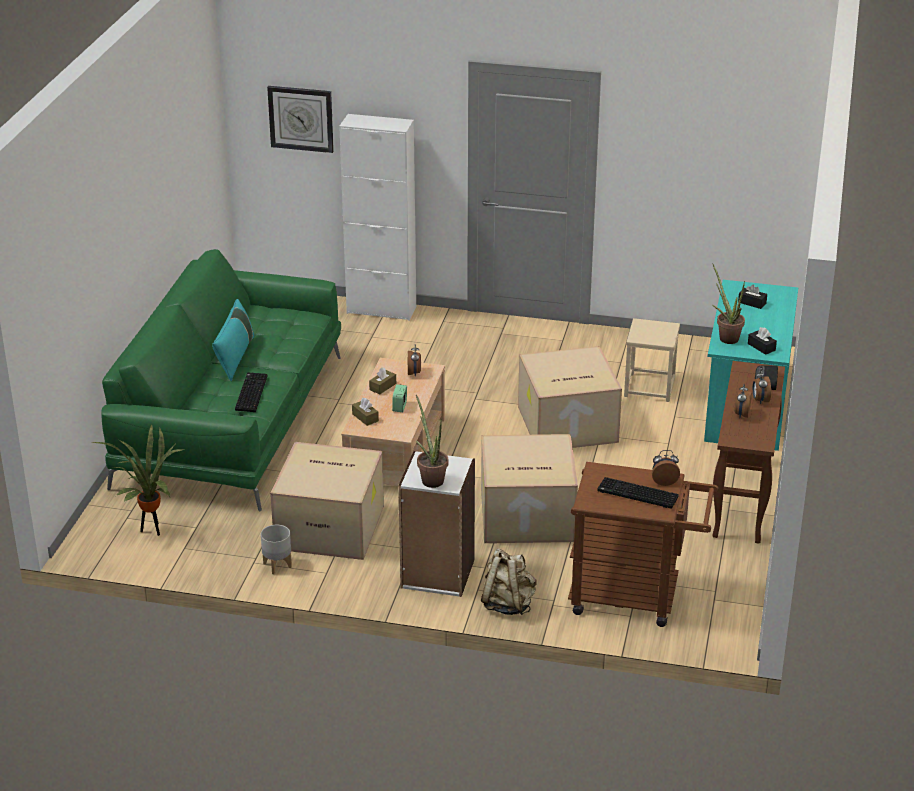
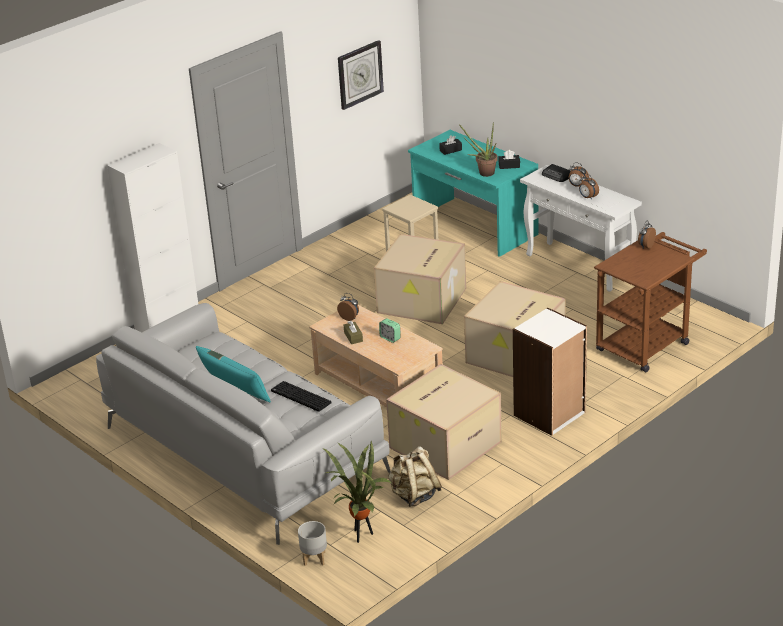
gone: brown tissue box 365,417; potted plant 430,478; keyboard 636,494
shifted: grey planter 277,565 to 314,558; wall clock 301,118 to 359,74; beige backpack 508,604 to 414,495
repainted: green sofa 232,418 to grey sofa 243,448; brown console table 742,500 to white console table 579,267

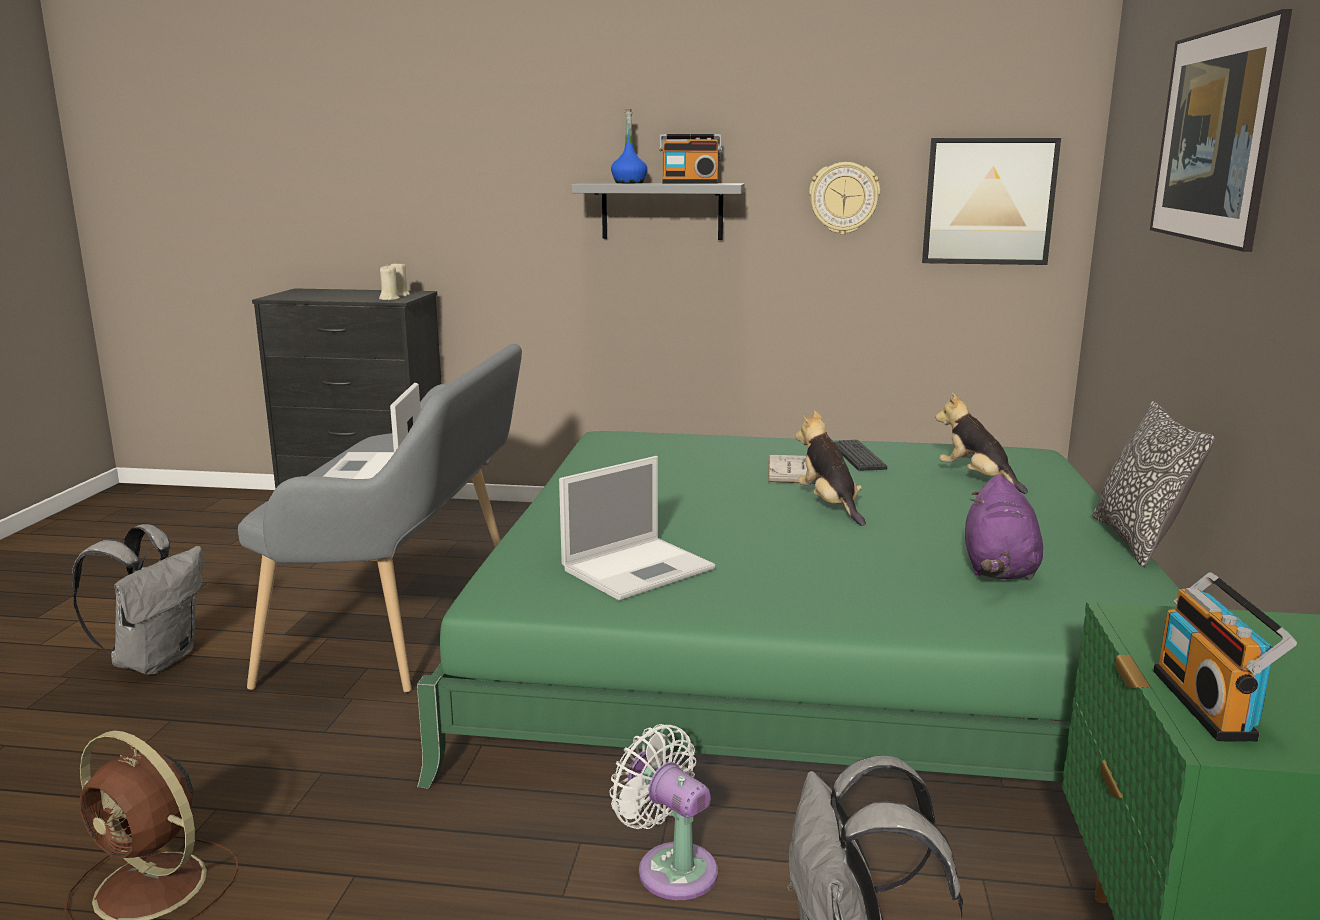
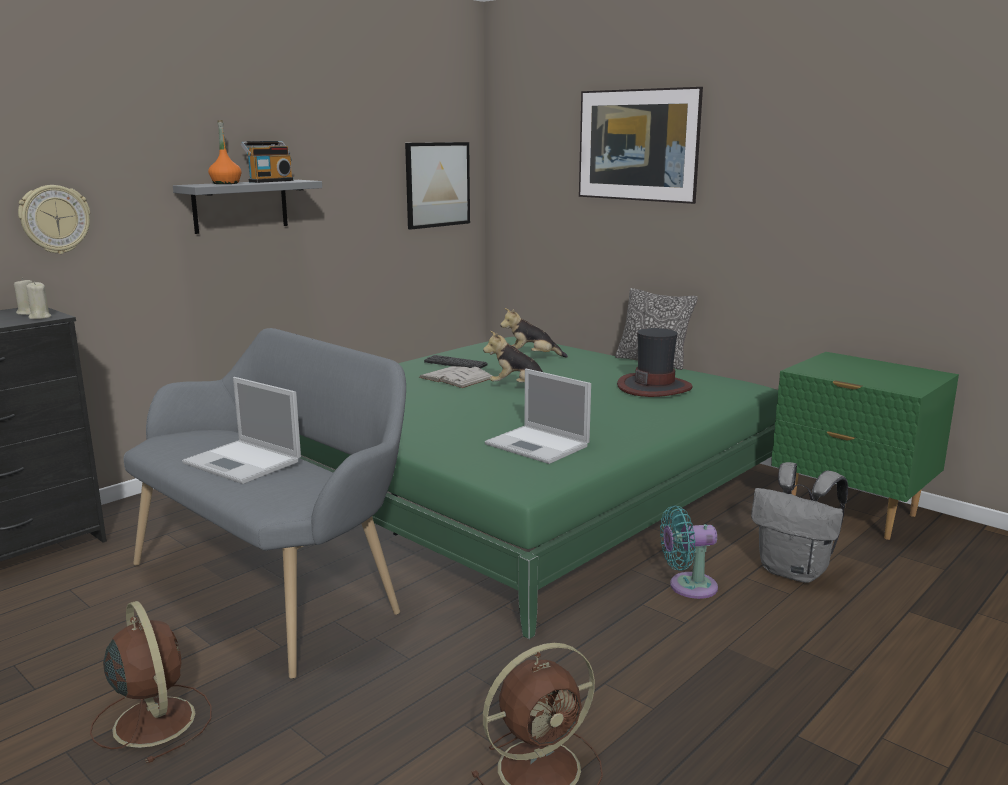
gone: radio 1209,705
shifted: wall clock 844,198 to 54,219
swapped: grey backpack 155,660 to brown fan 153,719; purple plush toy 999,569 to hat 654,387
repainted: white fan 671,867 to turquoise fan 688,586; blue bottle 629,183 to orange bottle 225,183
rotated: laptop 640,568 = 539,445 135 degrees clockwise

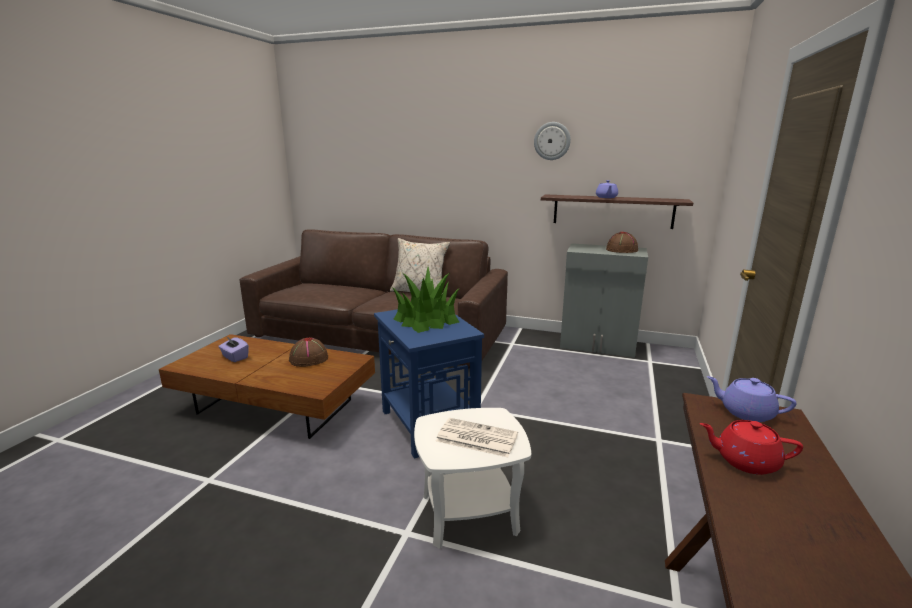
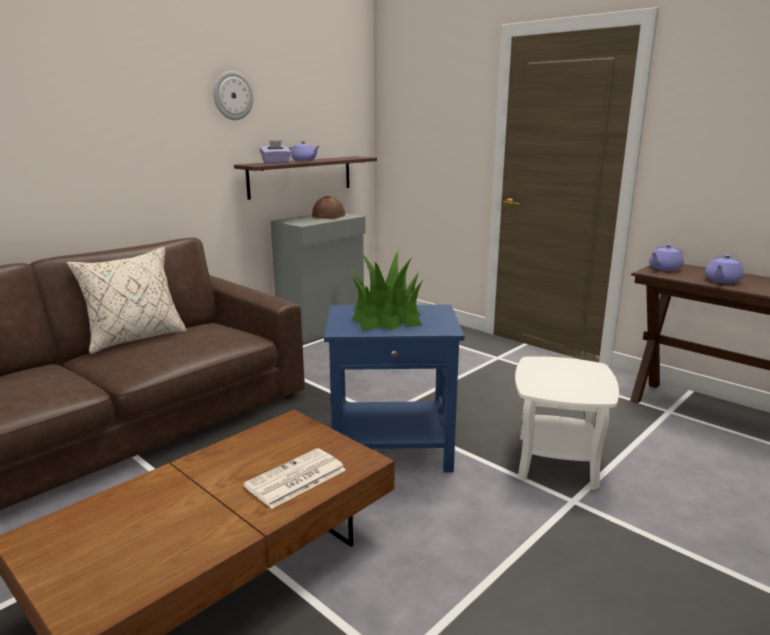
gone: brown hat 308,359
shifted: purple tissue box 235,357 to 276,163; newspaper 475,438 to 295,479
repainted: red teapot 745,461 to purple teapot 722,281

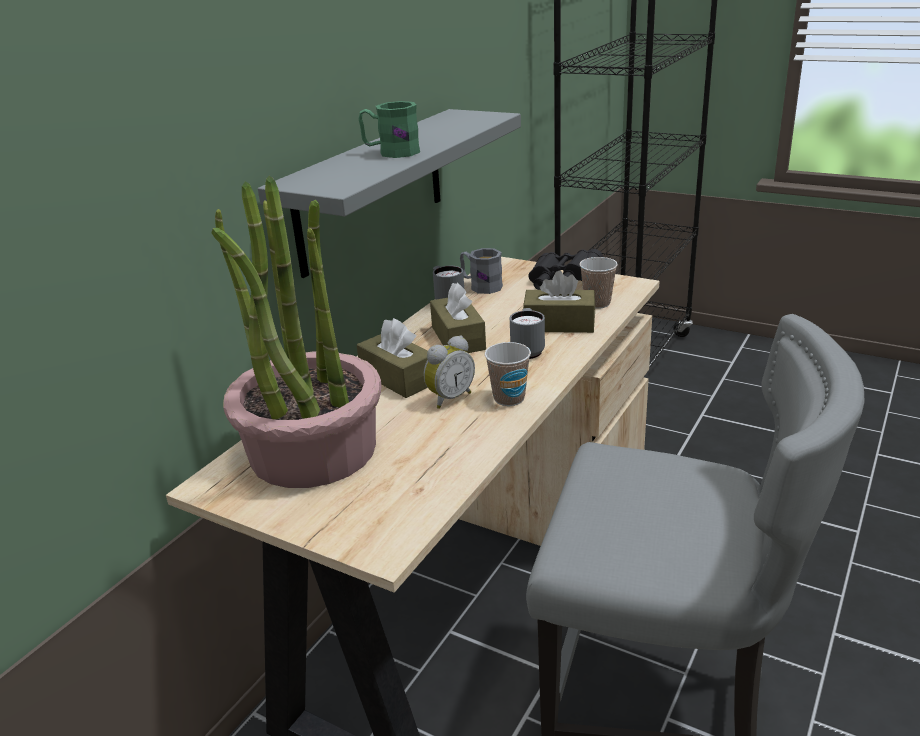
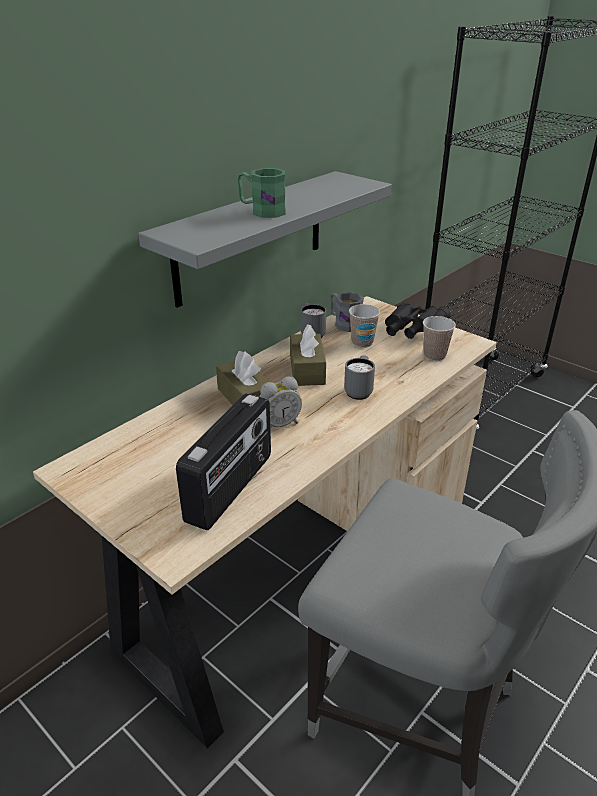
gone: potted plant 312,451; brown tissue box 559,324
new: radio 231,488
shifted: cup 509,398 to 362,343

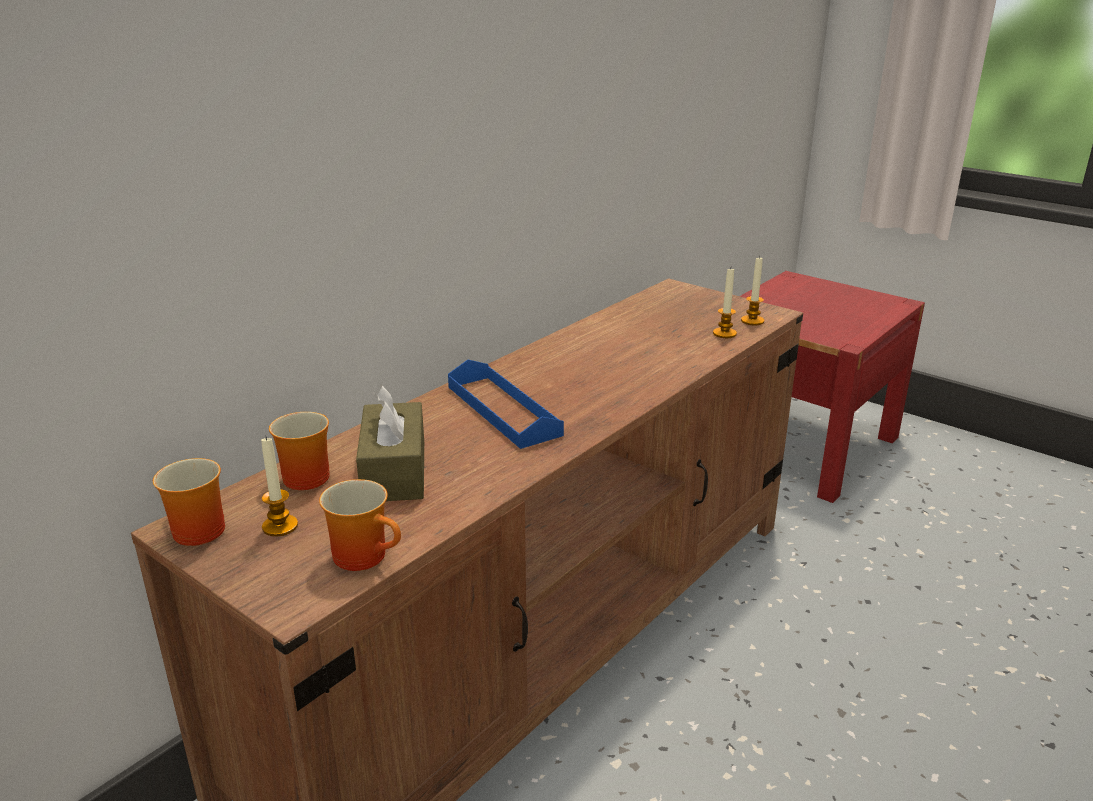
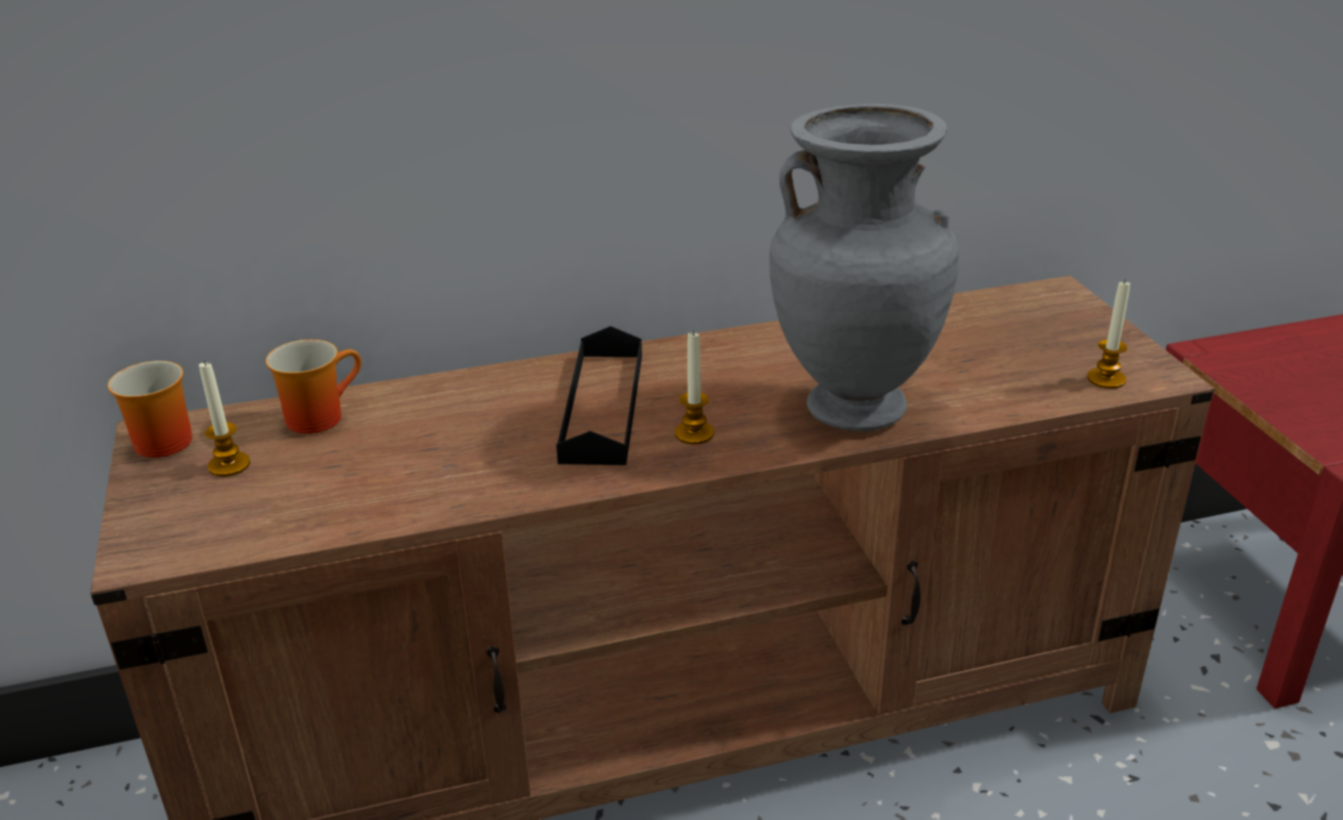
gone: mug 367,555; brown tissue box 394,471
new: grey vase 854,408
shifted: candle 724,333 to 694,434
repainted: blue tray 503,410 to black tray 602,406

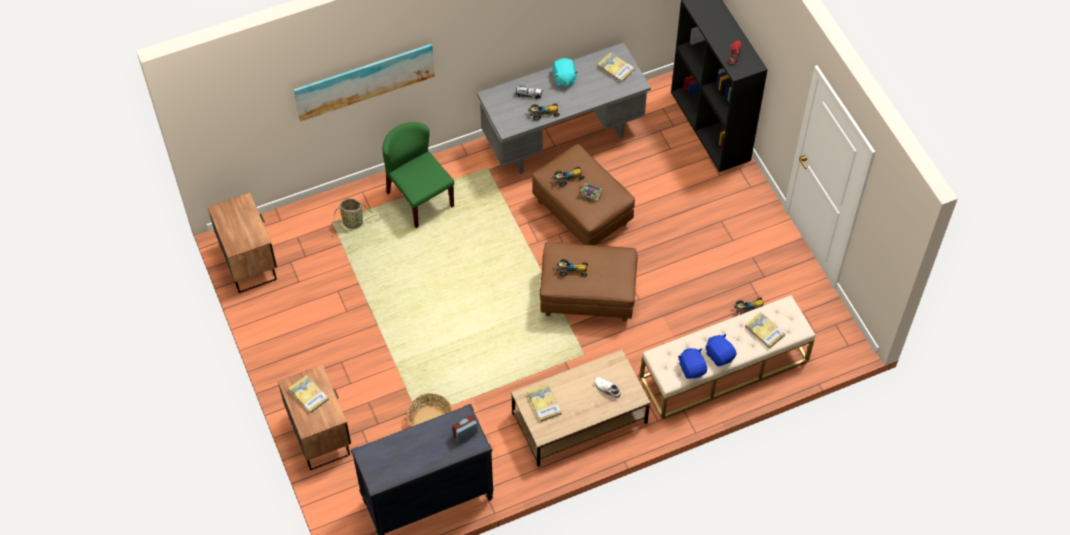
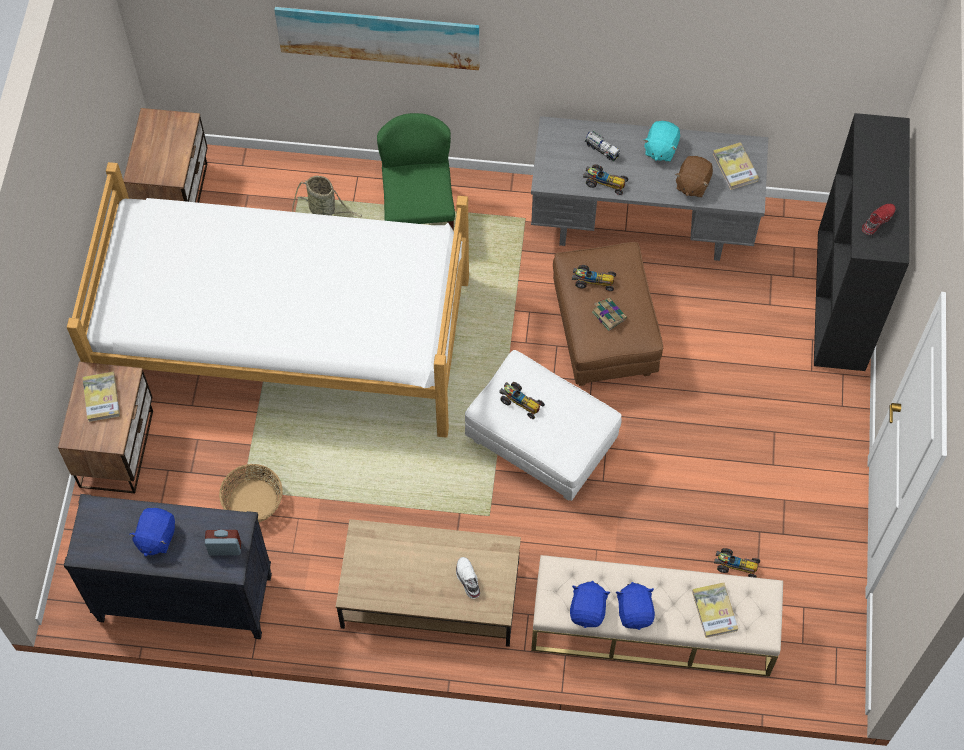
gone: book 544,404
new: bed 286,337; blue plush toy 156,537; brown plush toy 692,184
repainted: brown ottoman 587,296 to white ottoman 541,444

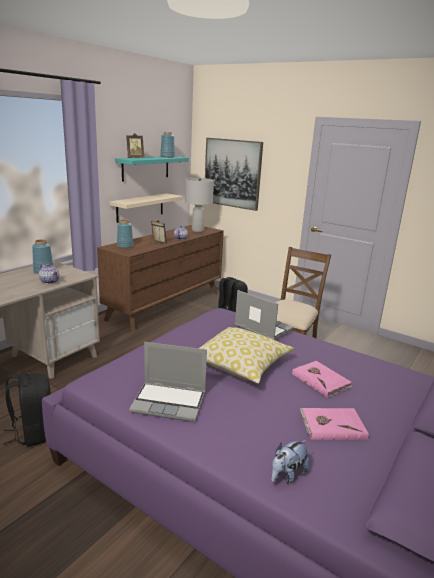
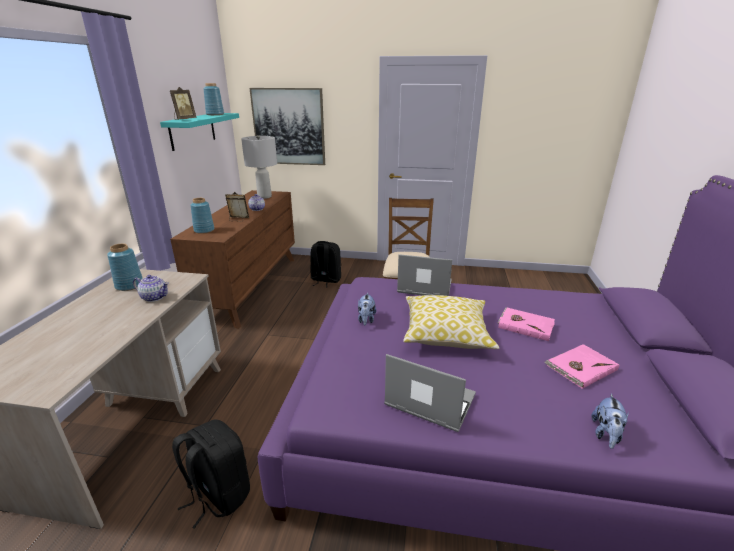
gone: beige shelf 140,207
new: plush toy 366,320
rotated: laptop 170,402 = 428,401 135 degrees counterclockwise

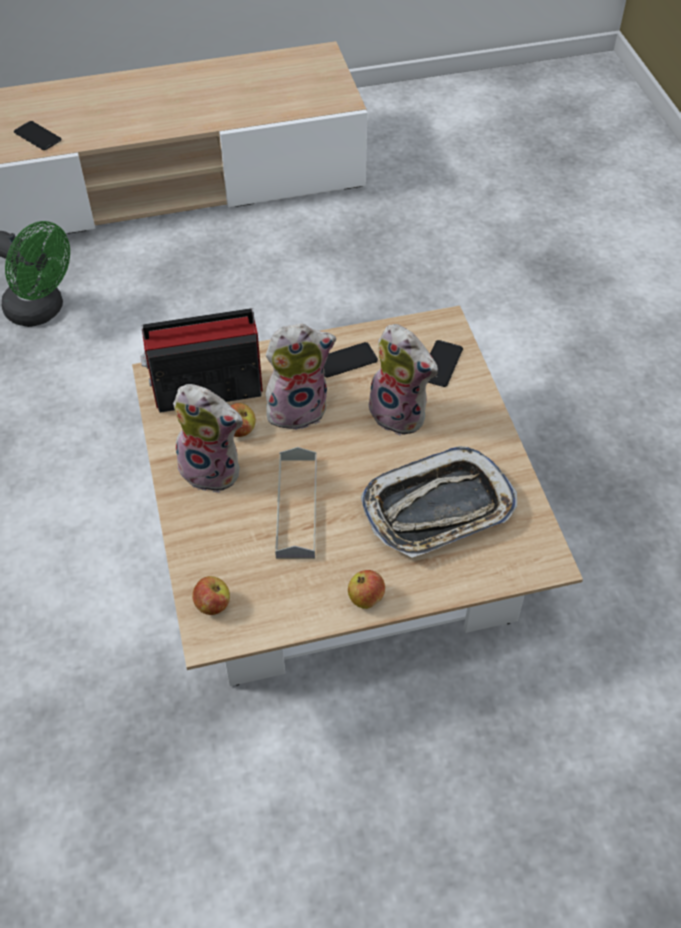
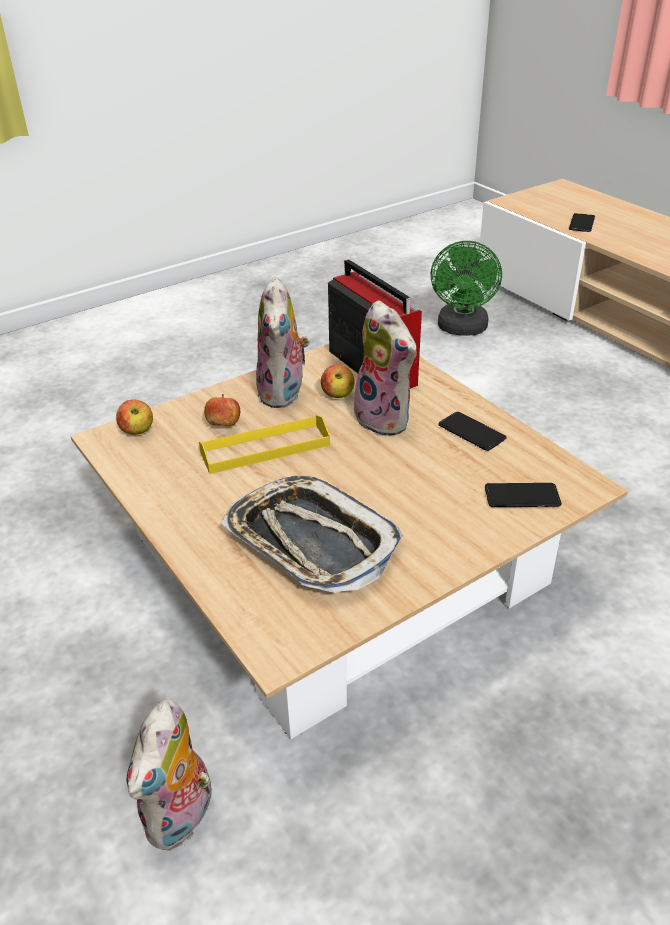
shifted: apple 366,598 to 224,425; plush toy 401,413 to 182,818
repainted: grey tray 296,507 to yellow tray 265,448

